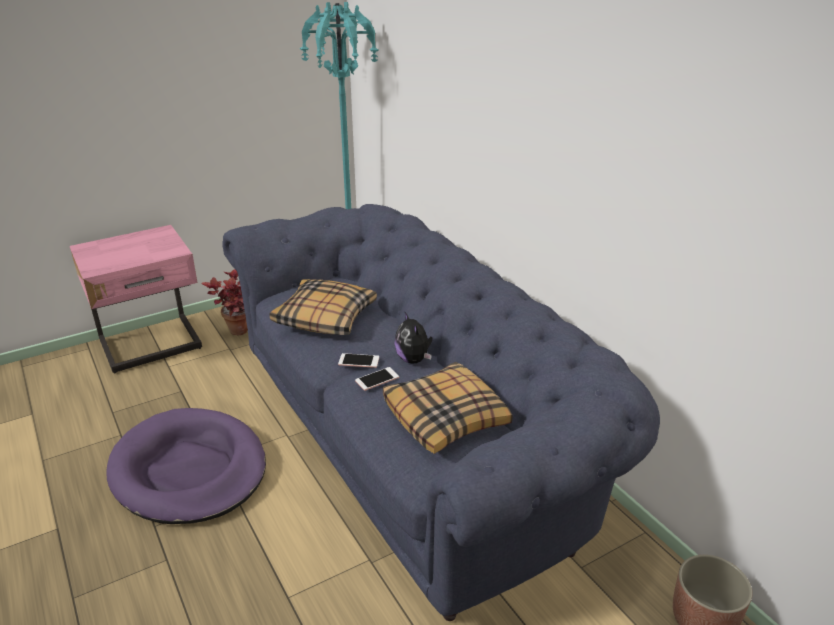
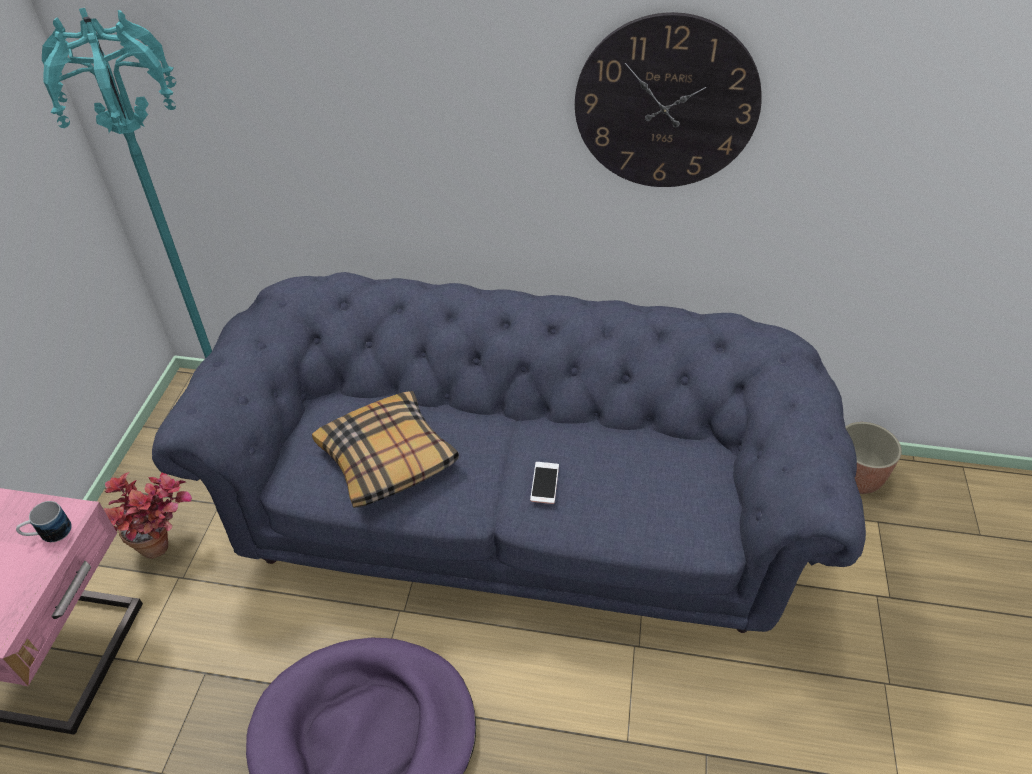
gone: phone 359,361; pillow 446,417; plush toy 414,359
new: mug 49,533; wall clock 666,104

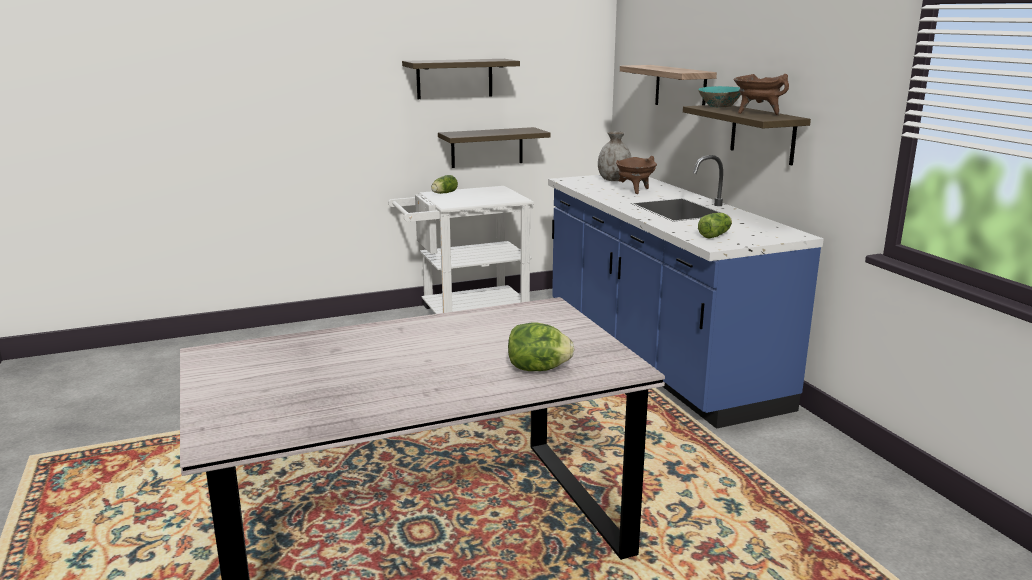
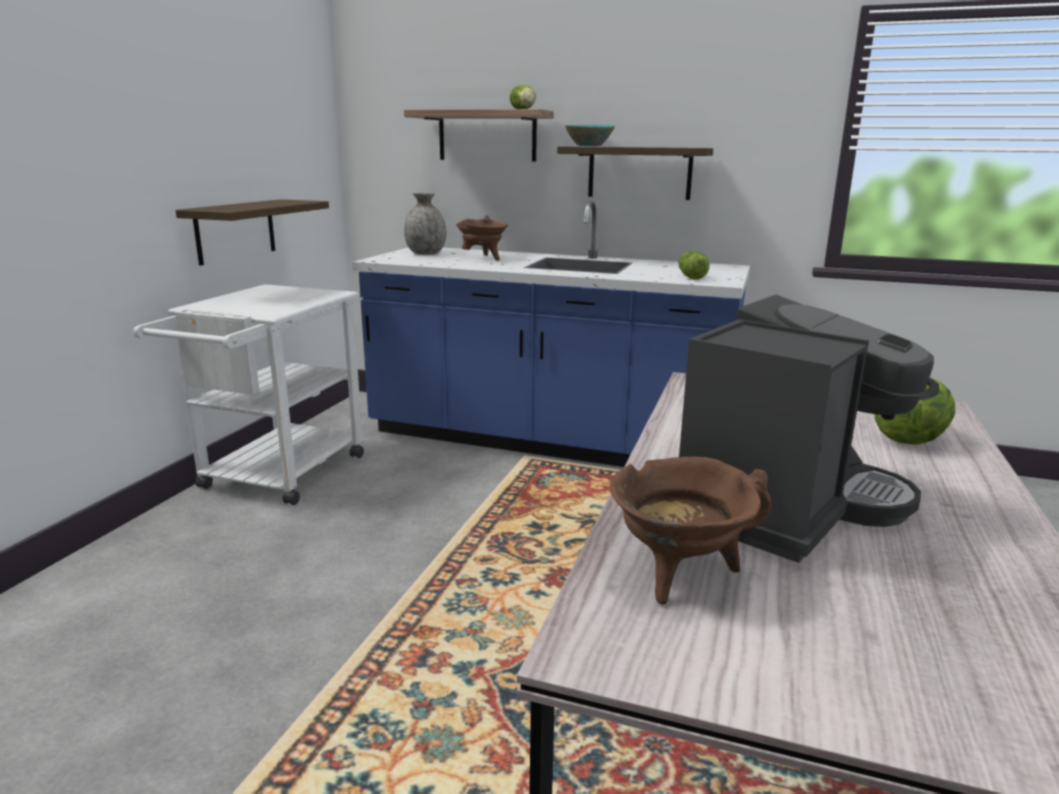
gone: shelf 454,78
new: coffee machine 784,504
shifted: lettuce 443,193 to 524,109; brown cooking pot 757,113 to 679,574

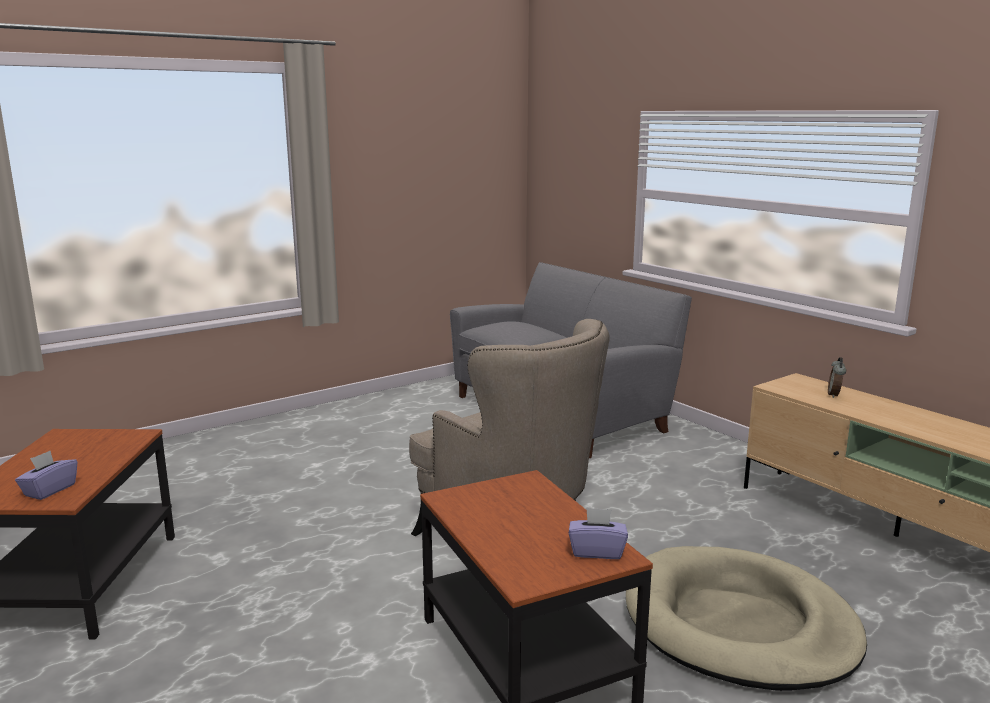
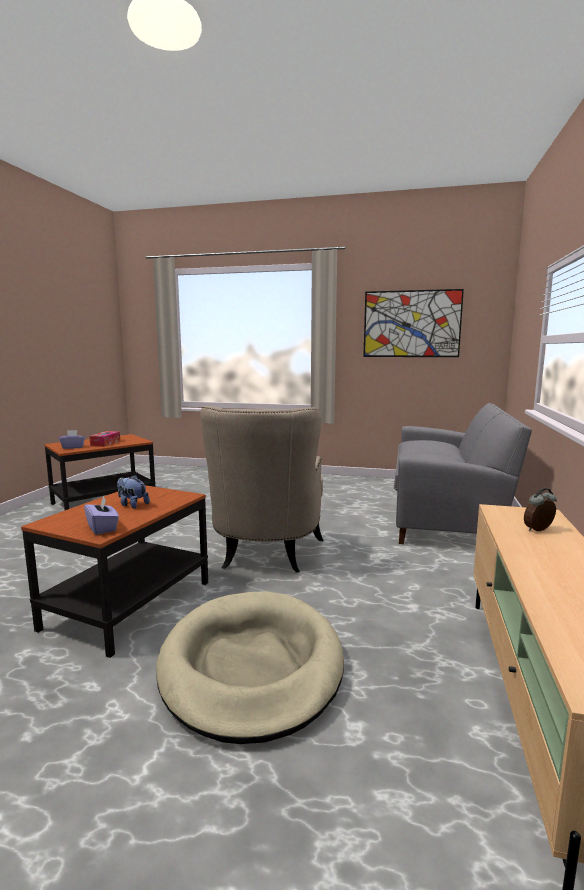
new: tissue box 105,443; plush toy 132,505; picture 411,324

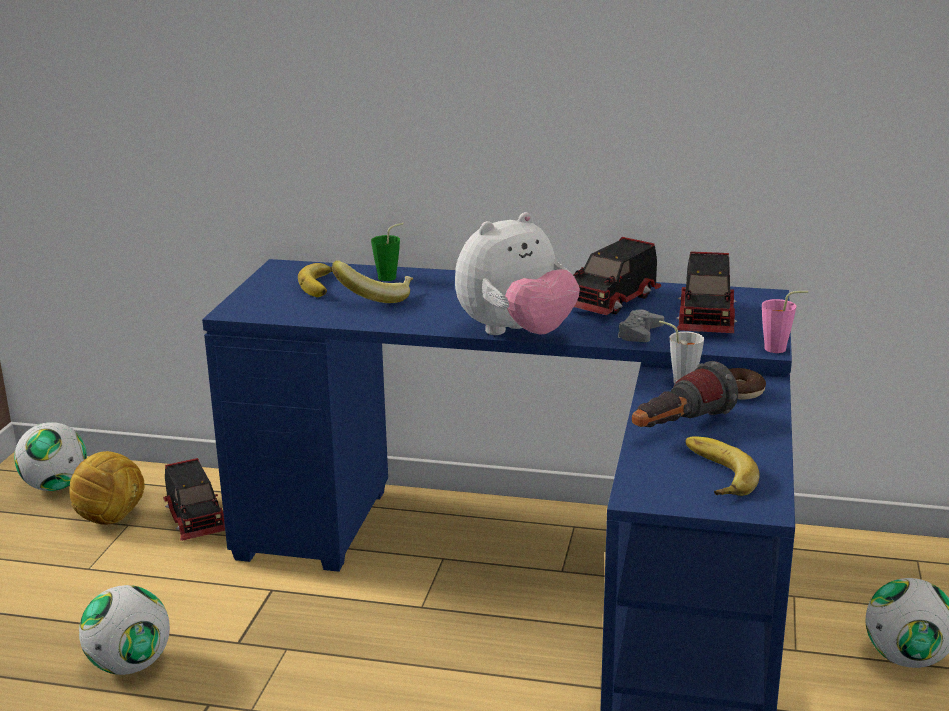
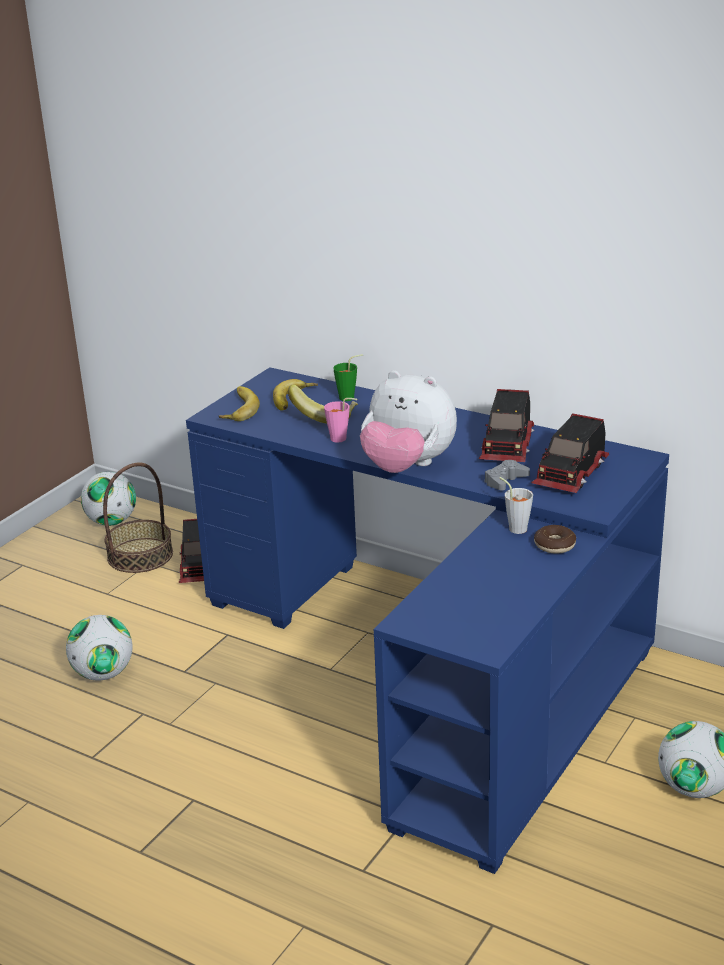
gone: flashlight 678,428
shifted: banana 712,474 to 236,408; pink cup 780,349 to 341,439
swapped: football 112,518 to basket 140,555
rotated: plush toy 516,333 = 407,467 45 degrees clockwise; toy truck 613,302 = 508,446 45 degrees counterclockwise

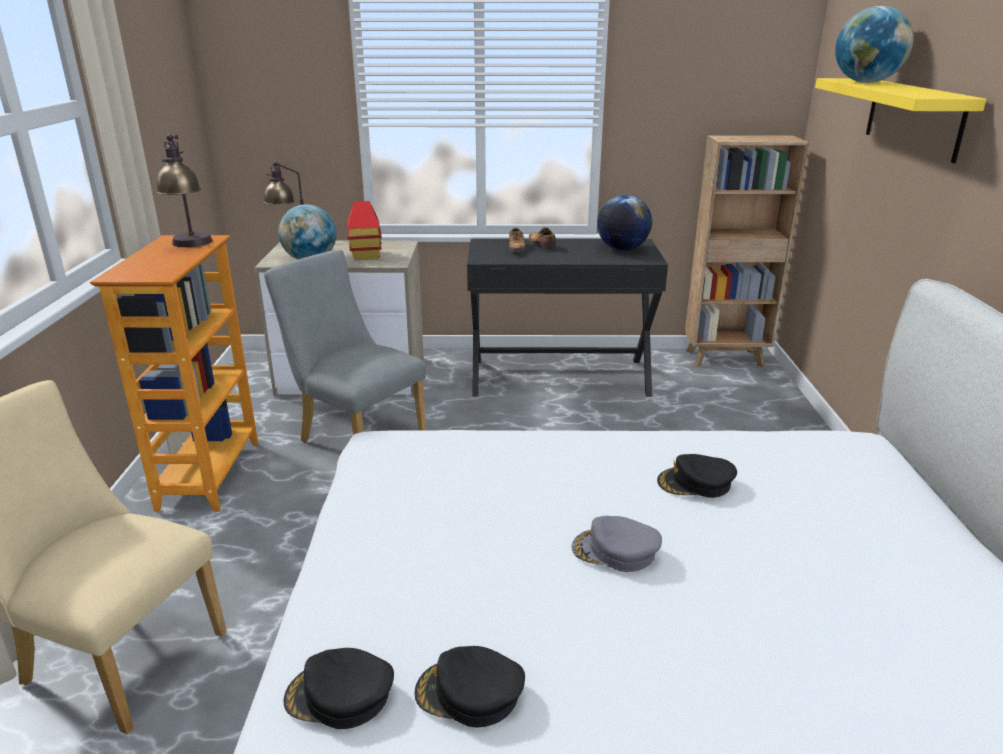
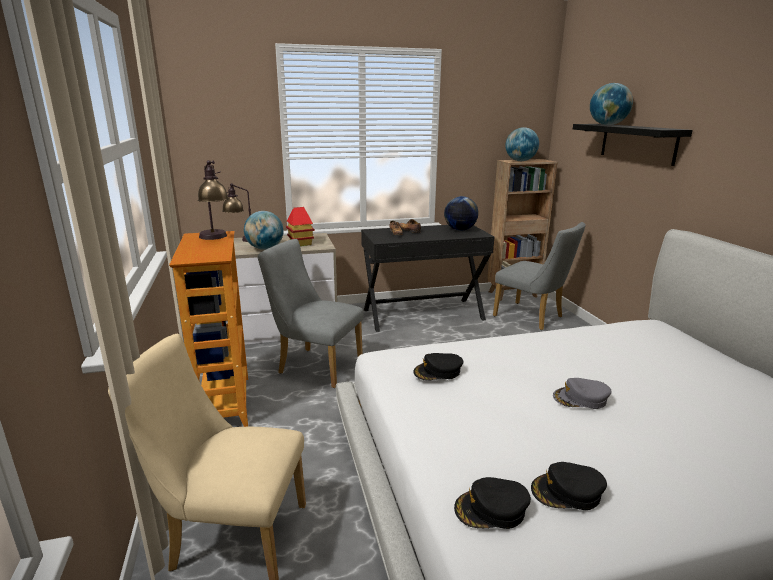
new: grey chair 532,317; globe 520,161
shifted: black cap 696,483 to 438,371
repainted: yellow shelf 913,117 to black shelf 637,143

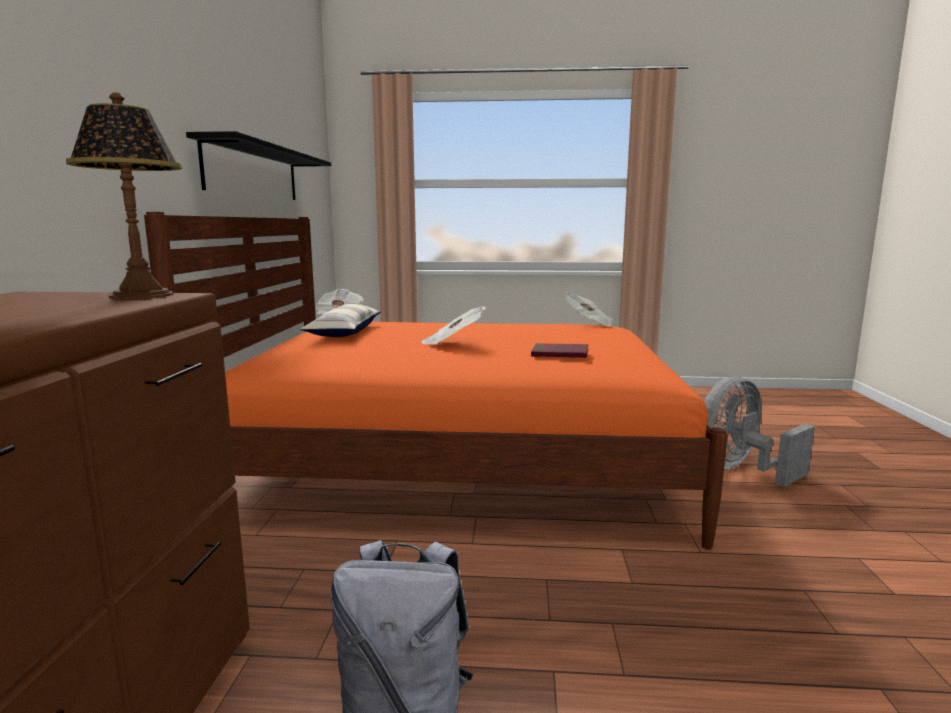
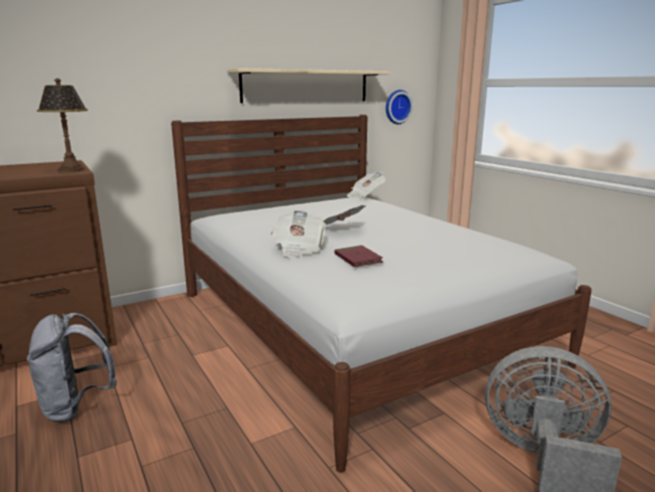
gone: pillow 345,332
new: wall clock 397,107
shifted: newspaper 589,323 to 298,248
repainted: orange bed 460,462 to white bed 354,326; black shelf 254,173 to beige shelf 306,86

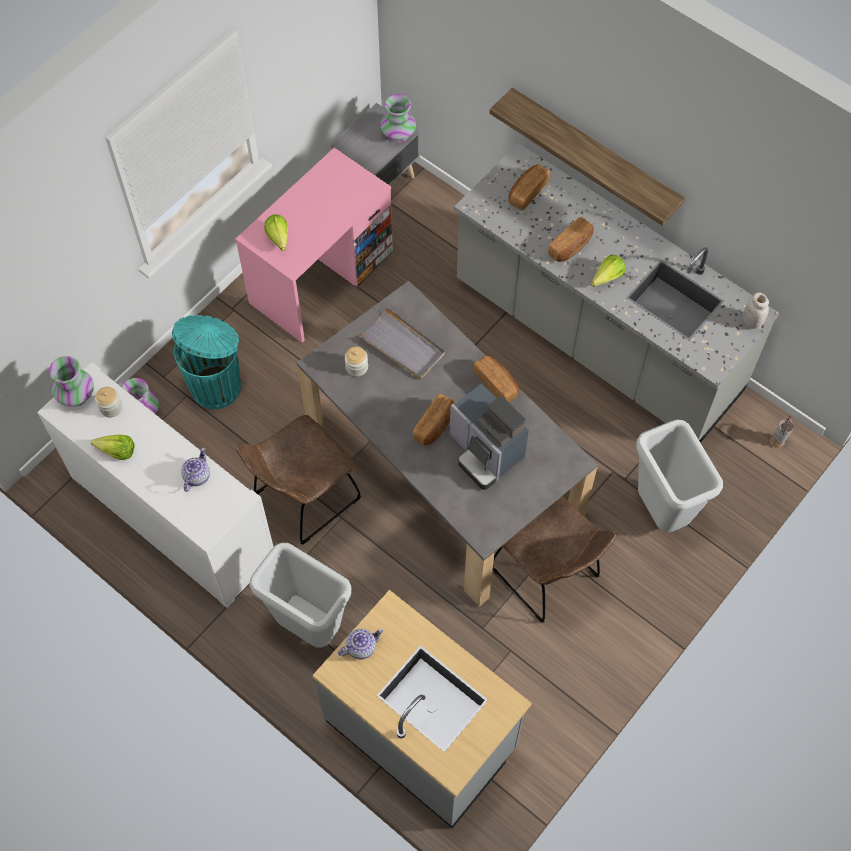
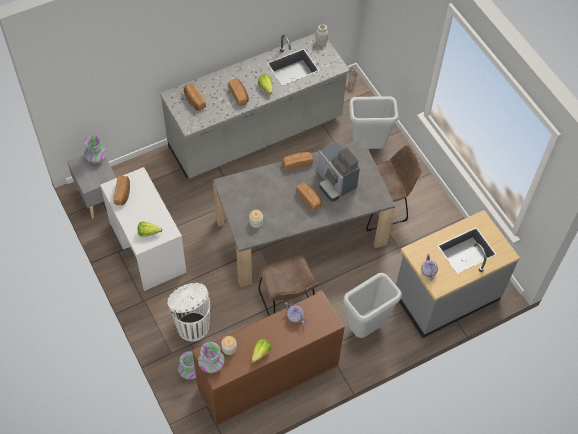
gone: grey tray 403,346; shelf 594,154
new: bread 123,193
repainted: white cabinet 172,517 to brown cabinet 268,376; turquoise trash can 217,385 to white trash can 192,326; pink desk 321,277 to white desk 147,247
rotated: coffee machine 485,452 = 335,183 75 degrees clockwise

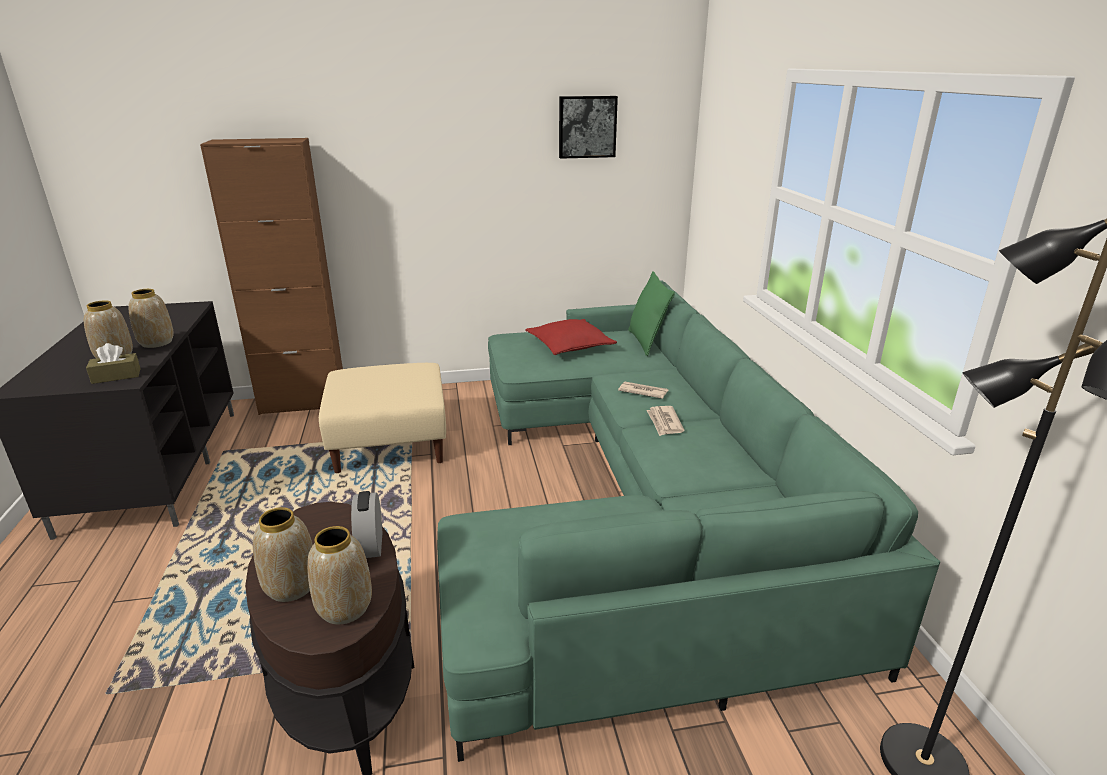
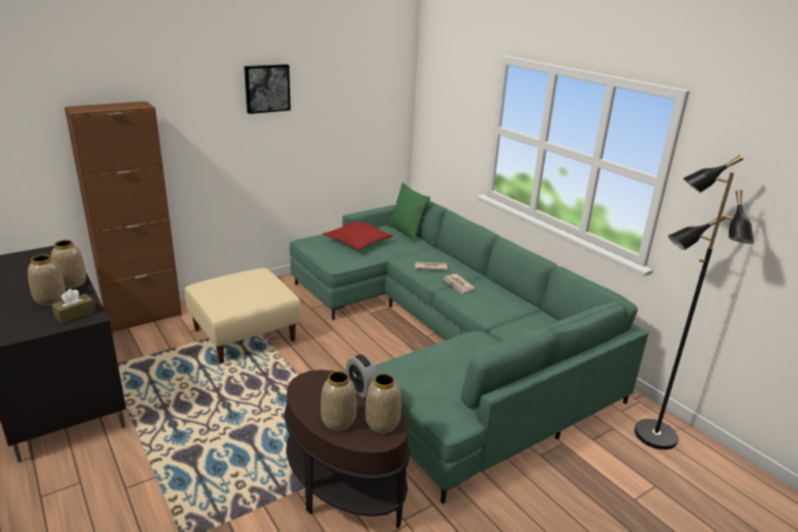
shifted: picture 587,127 to 266,88

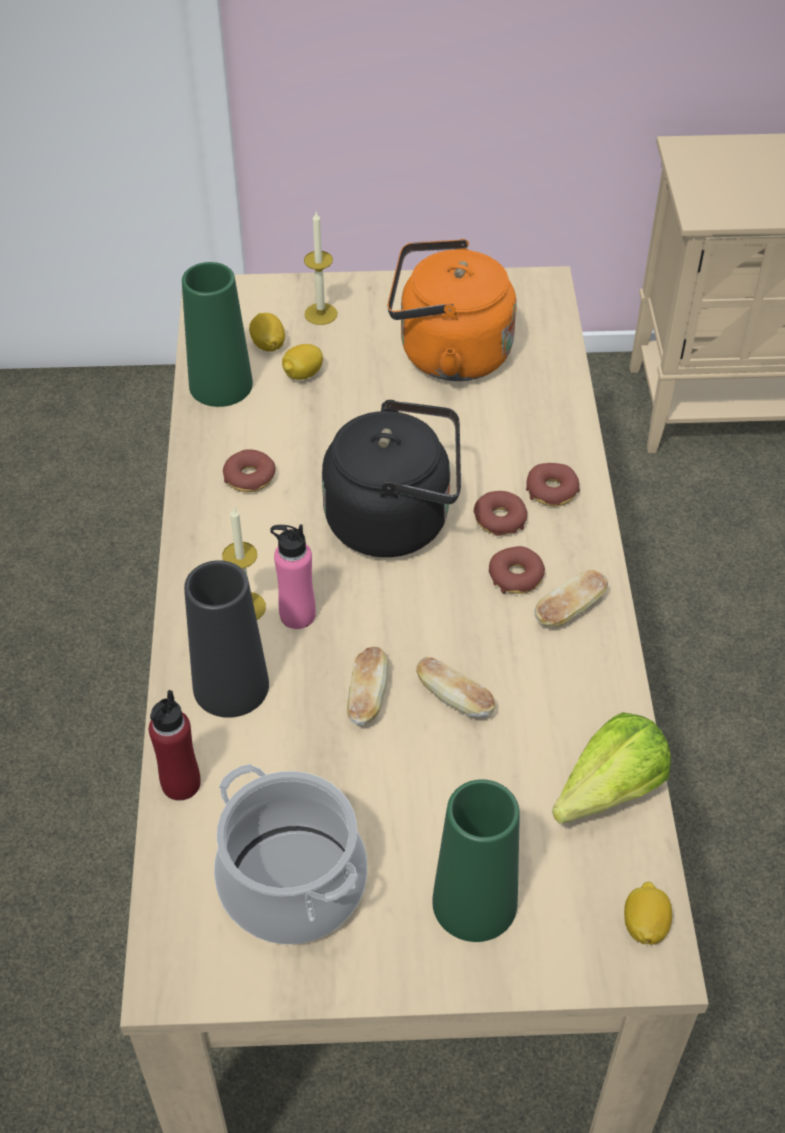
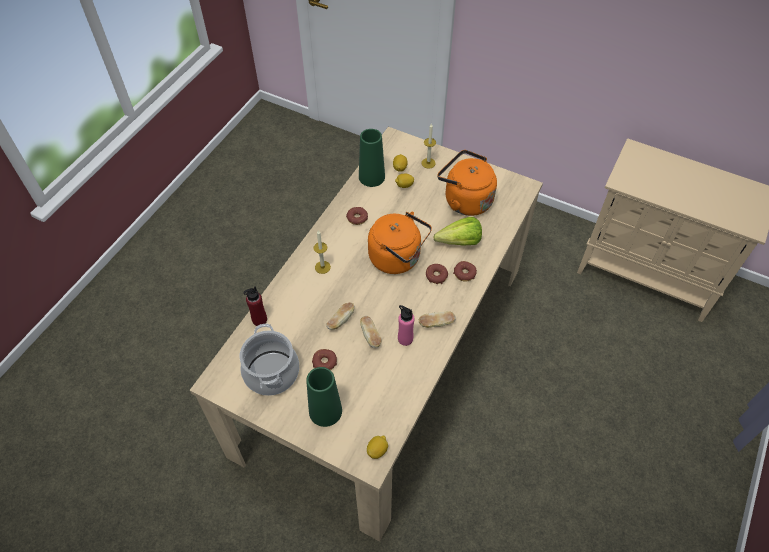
gone: black vase 231,686
shifted: pink bottle 297,615 to 405,339; donut 516,576 to 325,362; lettuce 598,797 to 455,242
repainted: black kettle 396,520 to orange kettle 398,258

